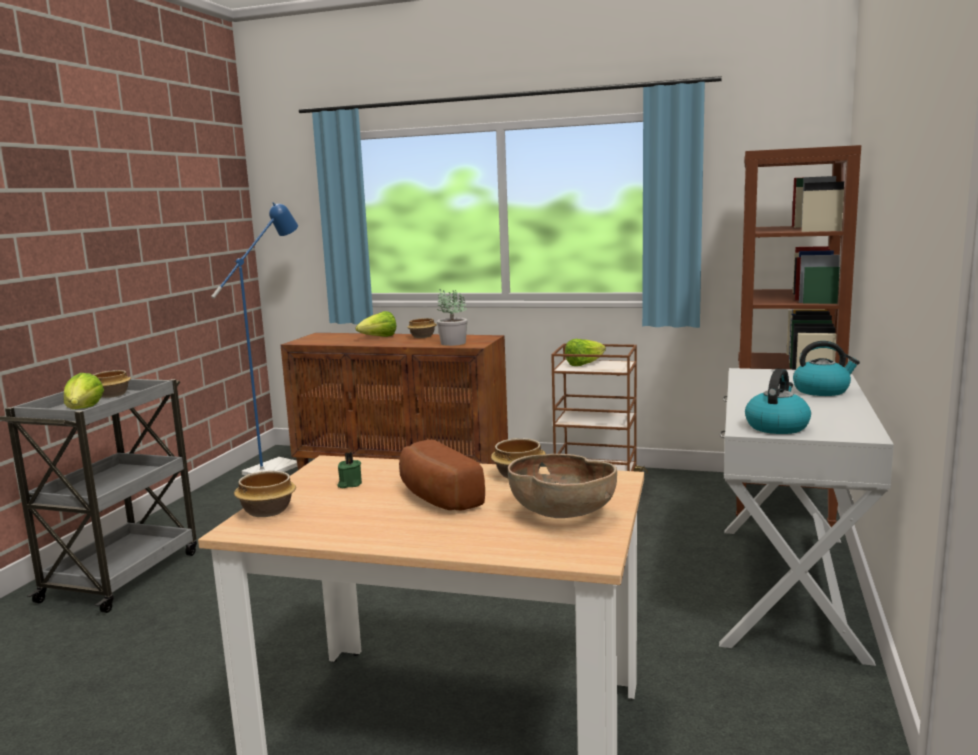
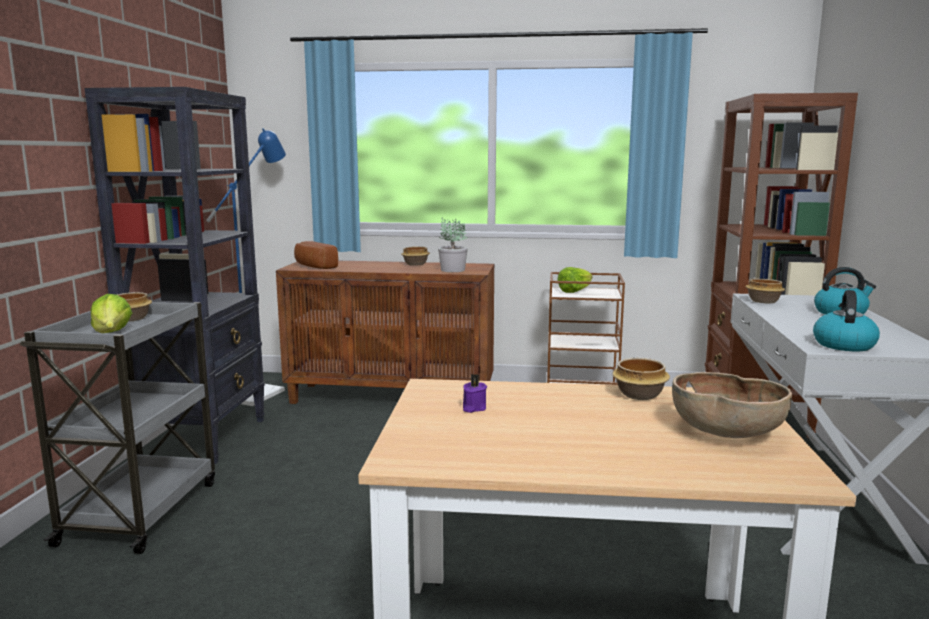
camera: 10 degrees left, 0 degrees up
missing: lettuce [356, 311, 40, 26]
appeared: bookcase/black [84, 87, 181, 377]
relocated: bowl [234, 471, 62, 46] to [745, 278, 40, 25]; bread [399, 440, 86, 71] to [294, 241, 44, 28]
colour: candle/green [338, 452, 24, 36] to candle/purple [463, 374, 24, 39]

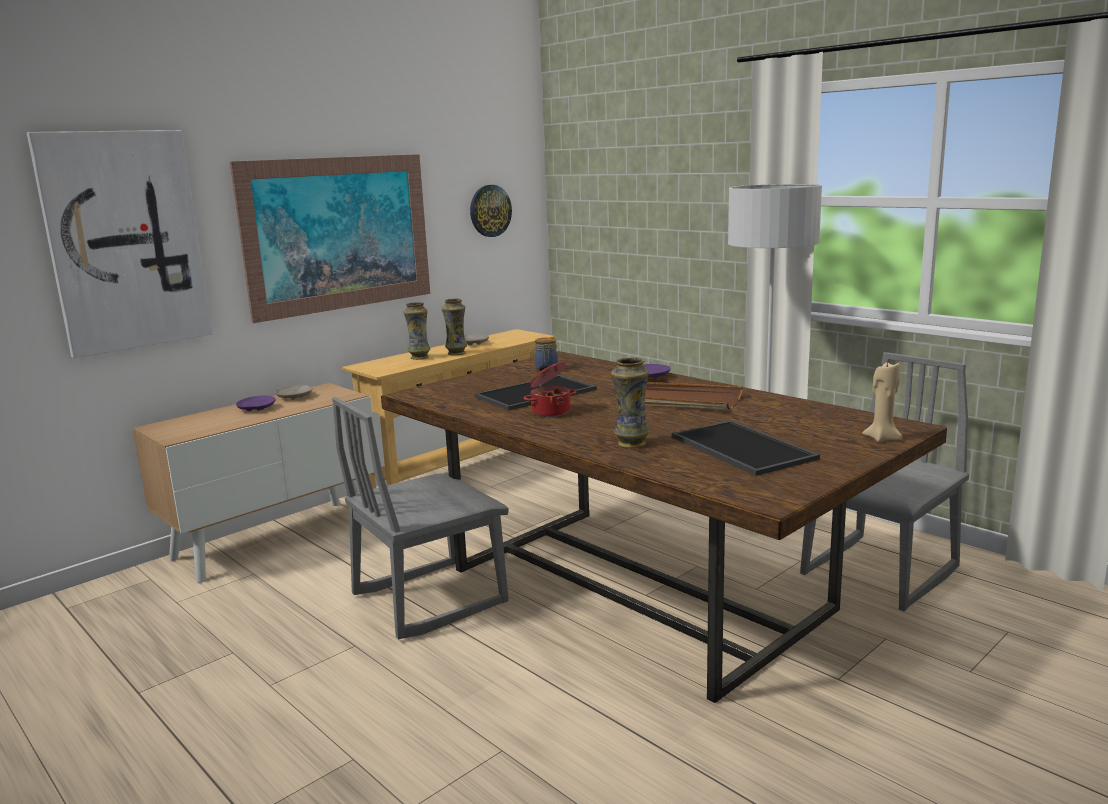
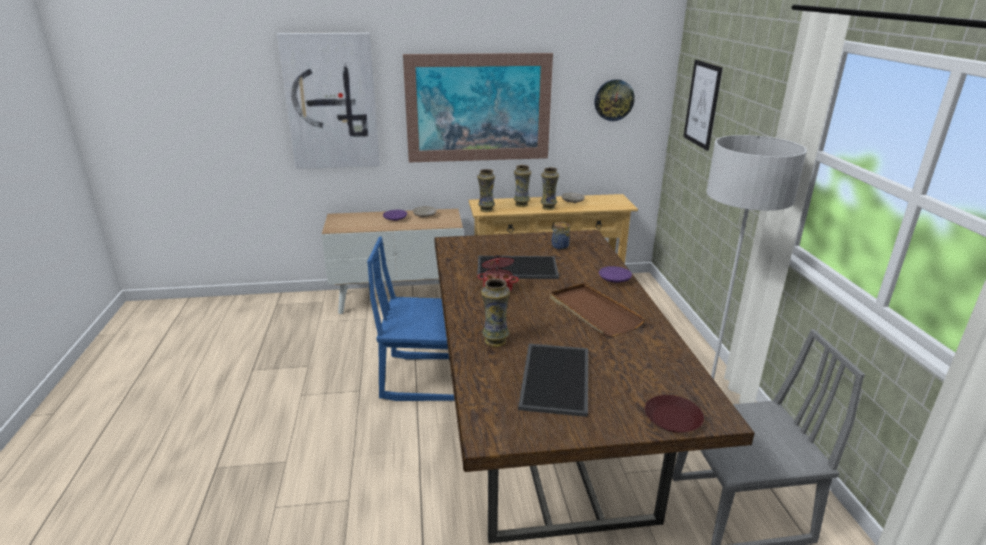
camera: 35 degrees right, 10 degrees up
appeared: vase [477, 169, 18, 43]; picture [683, 60, 40, 91]
exchanged: candle/beige [862, 360, 41, 82] to plate/brown [645, 395, 59, 38]
colour: chair/grey [332, 397, 177, 242] to chair/blue [367, 237, 88, 164]

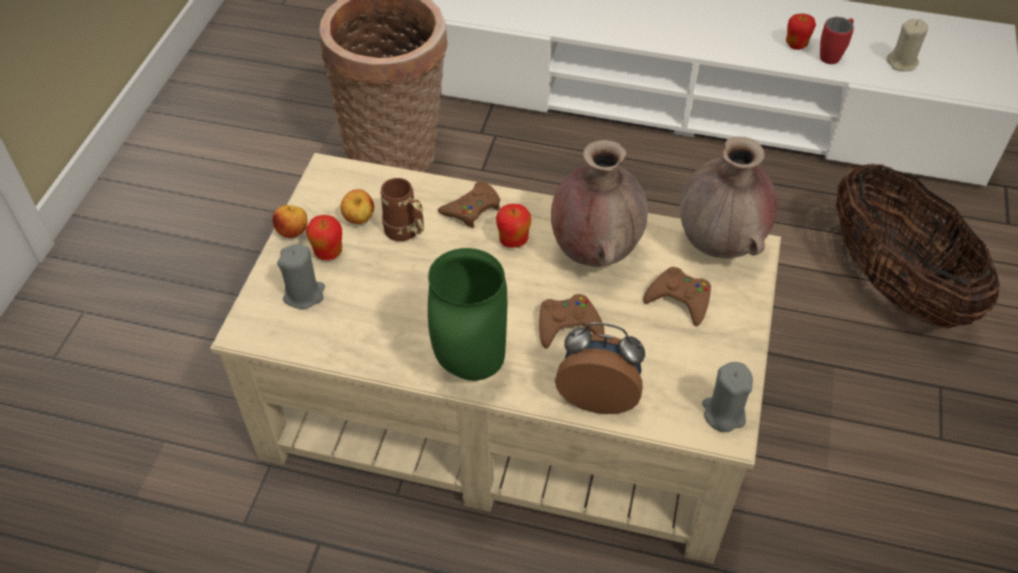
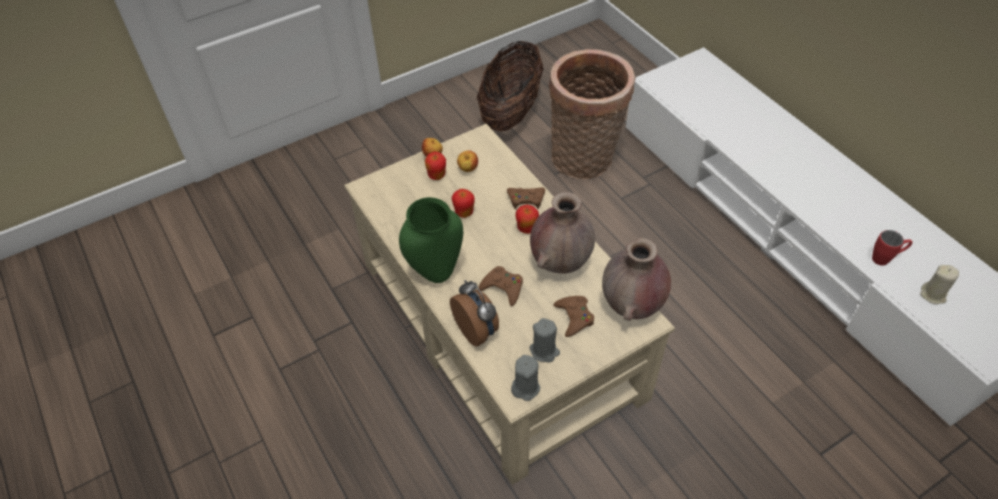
camera: 45 degrees right, 0 degrees up
missing: mug/brown [381, 178, 43, 63]
relocated: candle/grey [277, 244, 48, 65] to [530, 318, 30, 45]; apple [786, 14, 30, 36] to [452, 189, 23, 29]; basket [836, 163, 164, 166] to [477, 41, 67, 91]

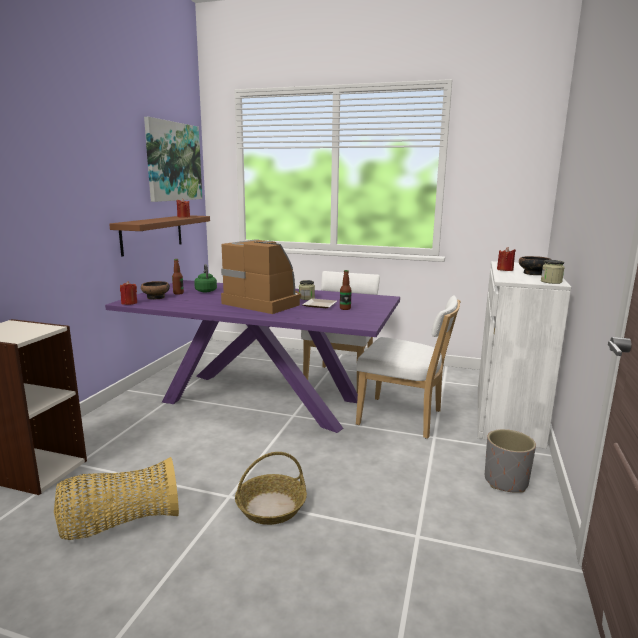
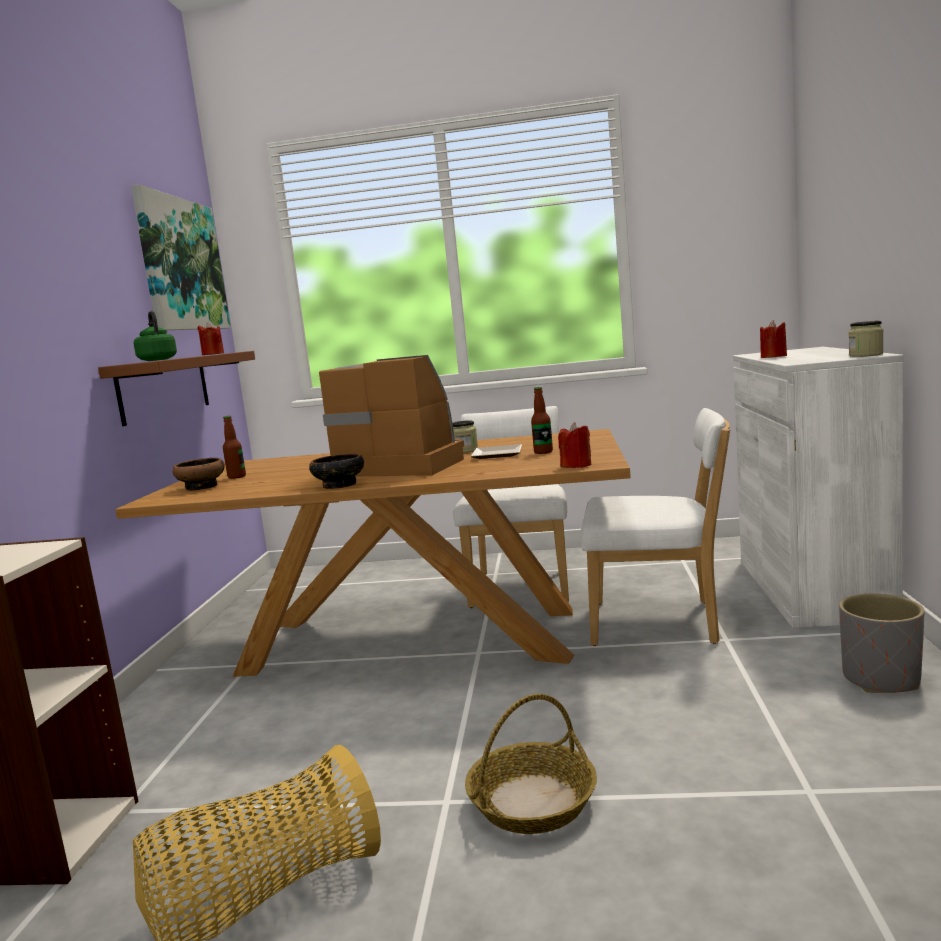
camera: 10 degrees left, 5 degrees down
relocated: candle/red [120, 281, 17, 24] to [558, 422, 33, 46]; kettle/green [194, 264, 23, 28] to [134, 311, 43, 50]; bowl [519, 256, 32, 19] to [309, 453, 55, 36]
colour: dining table/purple [105, 280, 295, 153] to dining table/brown [115, 429, 516, 248]

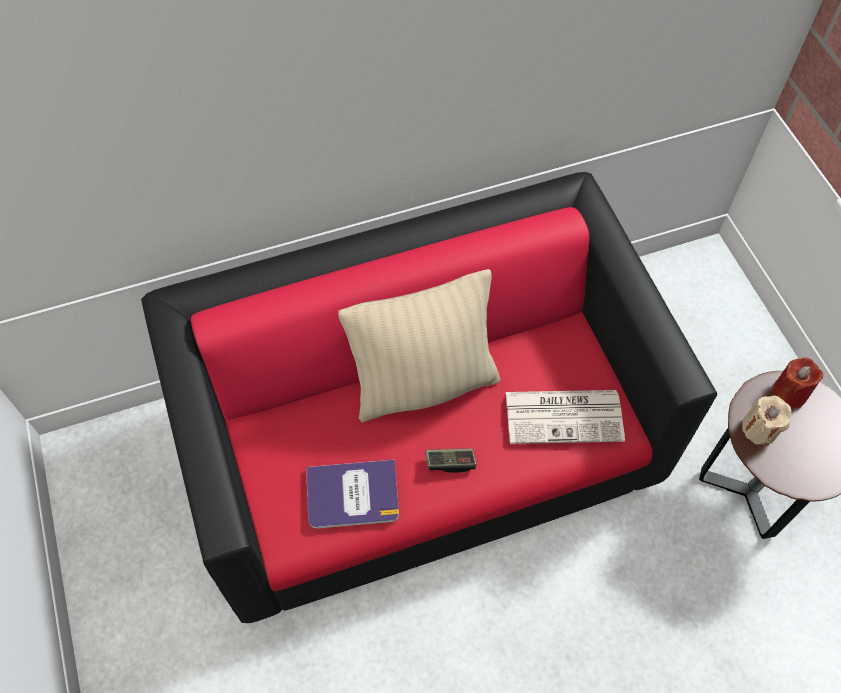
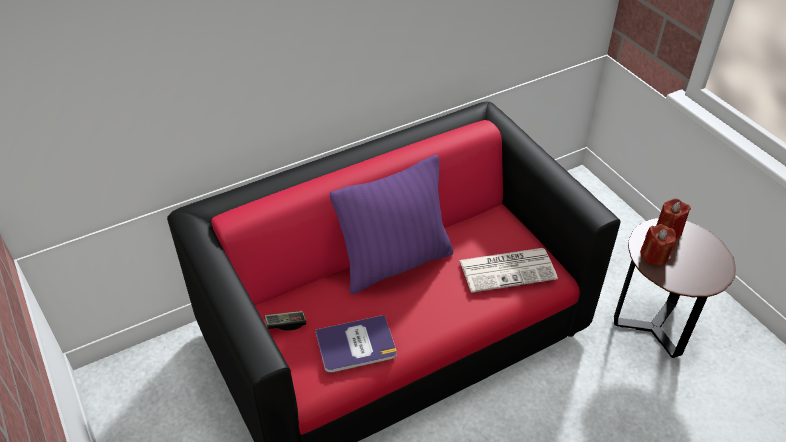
camera: 10 degrees left, 15 degrees down
relocated: game controller [425, 448, 51, 25] to [265, 311, 41, 20]
colour: pillow/beige [338, 269, 162, 154] to pillow/purple [330, 155, 124, 139]; candle/beige [742, 396, 50, 50] to candle/red [640, 224, 36, 42]

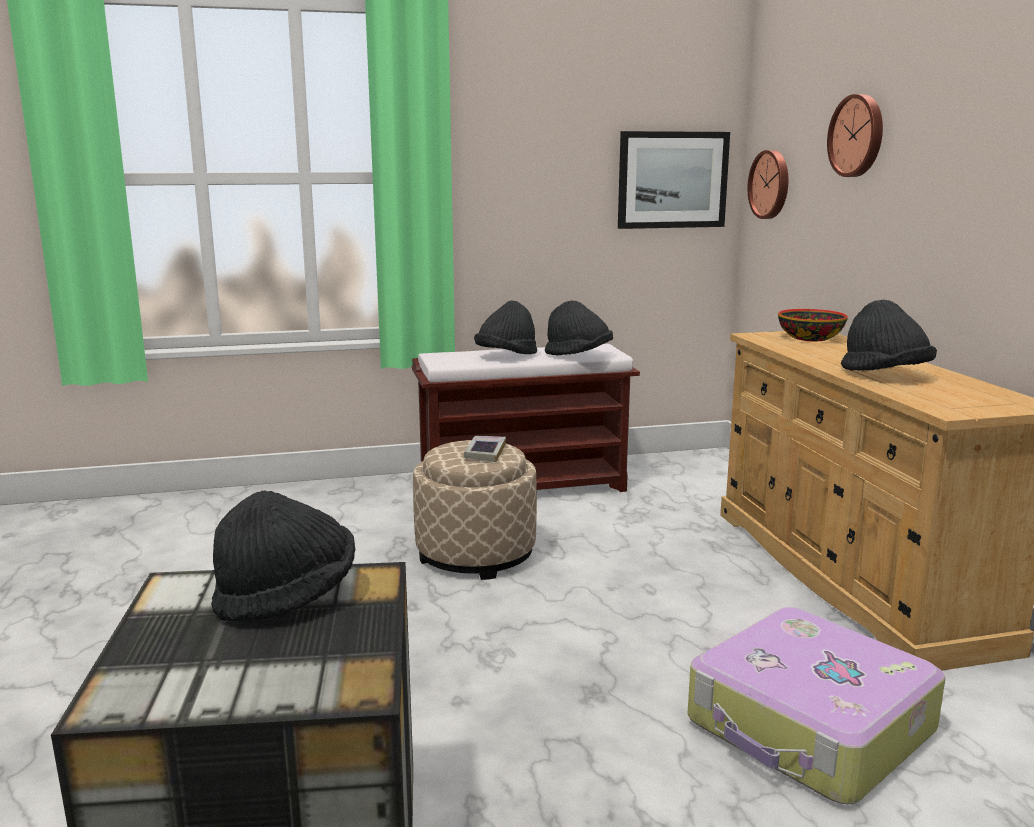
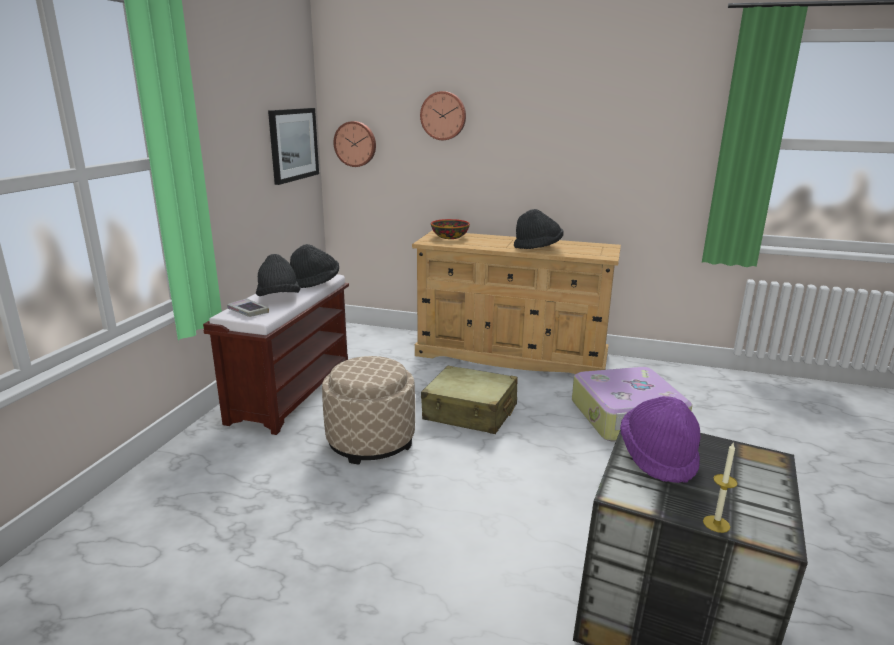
camera: 60 degrees left, 5 degrees up
appeared: suitcase/beige [421, 365, 97, 69]; candle [703, 442, 35, 91]
relocated: book [464, 436, 42, 26] to [227, 298, 42, 19]
colour: hat/black [211, 491, 144, 130] to hat/purple [620, 396, 80, 87]

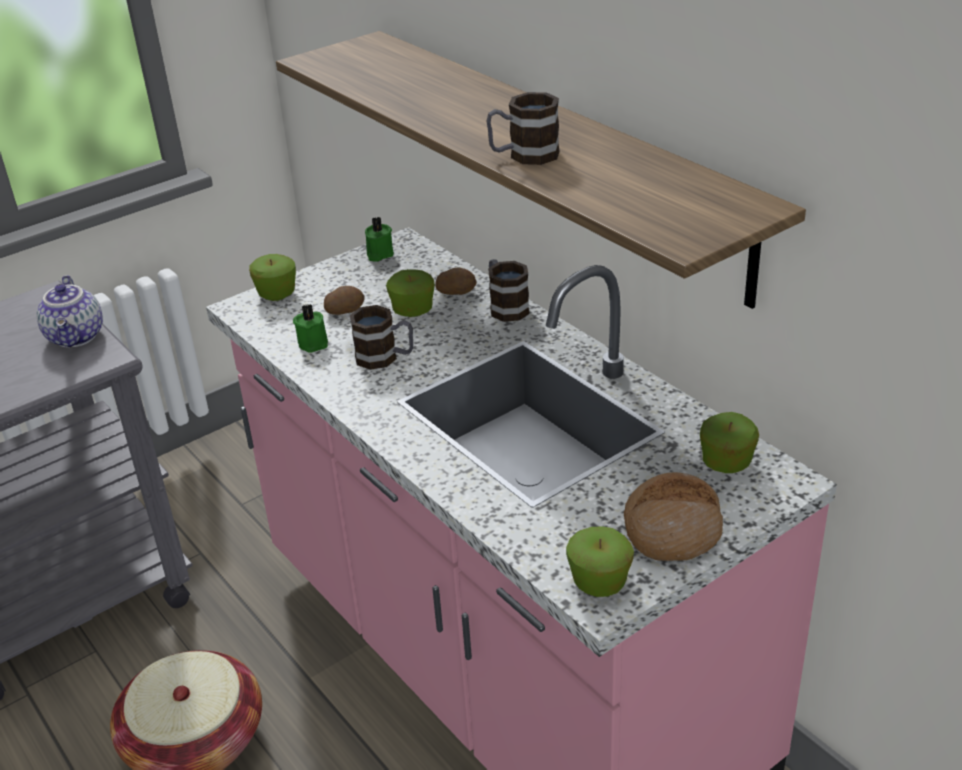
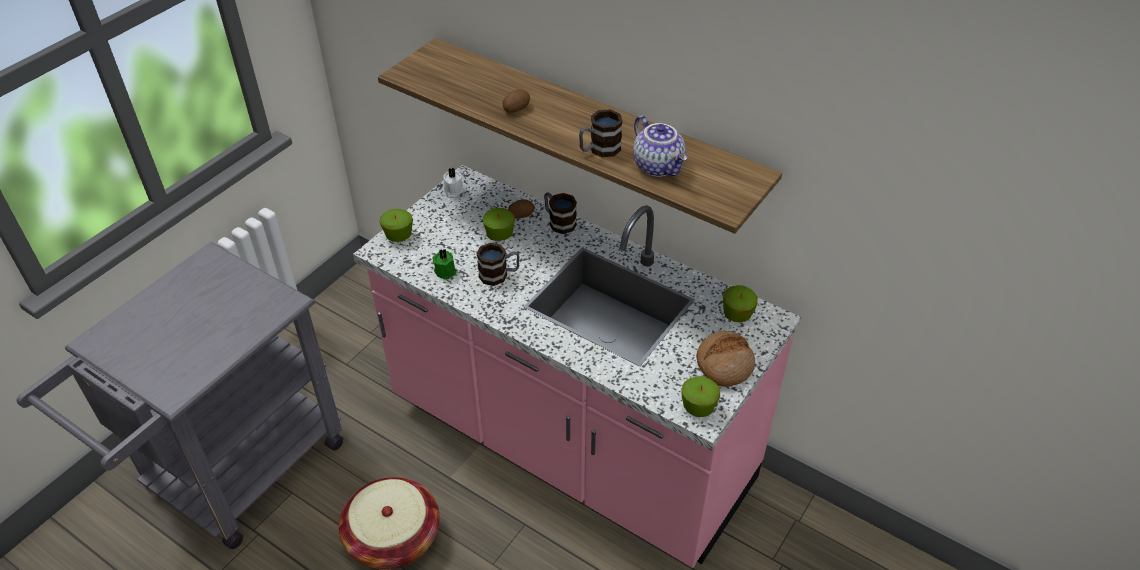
camera: 20 degrees left, 10 degrees up
relocated: teapot [36, 275, 67, 73] to [633, 115, 54, 62]; potato [324, 286, 41, 29] to [503, 89, 27, 24]
colour: candle/green [365, 217, 29, 45] to candle/white [443, 168, 21, 30]

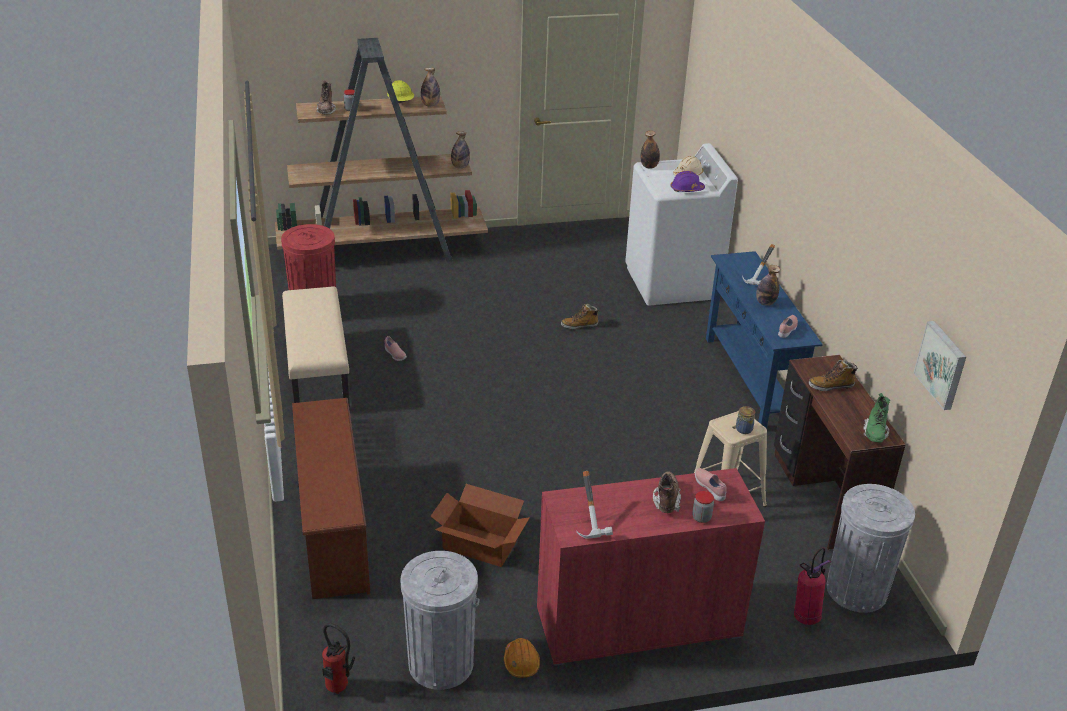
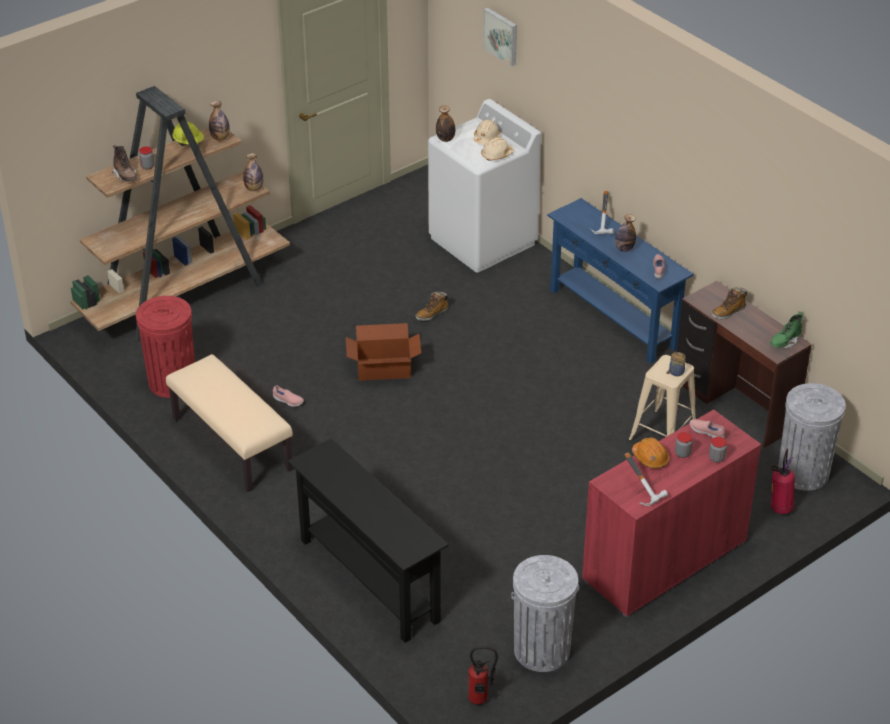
camera: 25 degrees left, 5 degrees up
relocated: cardboard box [431, 484, 99, 83] to [346, 323, 75, 58]; hard hat/orange [504, 638, 36, 40] to [632, 437, 37, 32]; picture [914, 321, 52, 89] to [483, 8, 34, 59]
exchanged: shoe rack/brown [292, 398, 78, 201] to console table/black [288, 438, 161, 205]; boot/brown [653, 472, 28, 41] to jar [675, 432, 17, 26]
colour: hard hat/purple [671, 171, 34, 21] to hard hat/beige [481, 137, 33, 24]
spun: boot/green [863, 393, 27, 49] = [770, 312, 34, 37] 60 degrees clockwise

